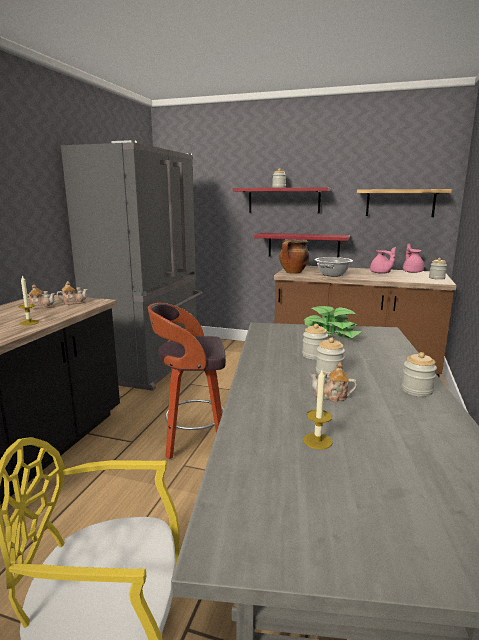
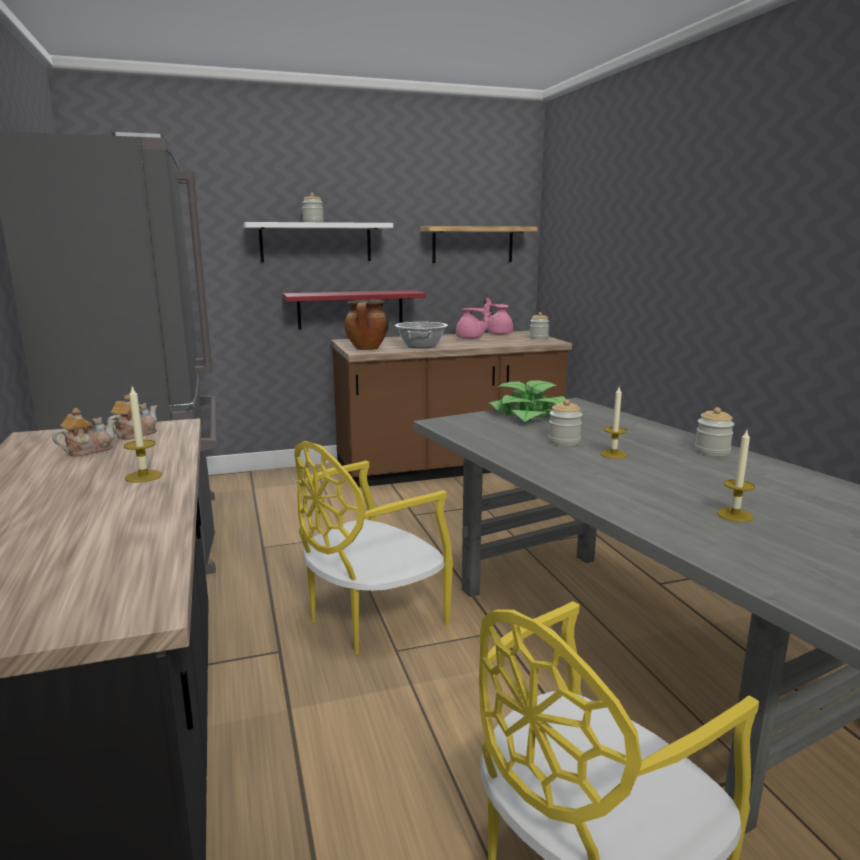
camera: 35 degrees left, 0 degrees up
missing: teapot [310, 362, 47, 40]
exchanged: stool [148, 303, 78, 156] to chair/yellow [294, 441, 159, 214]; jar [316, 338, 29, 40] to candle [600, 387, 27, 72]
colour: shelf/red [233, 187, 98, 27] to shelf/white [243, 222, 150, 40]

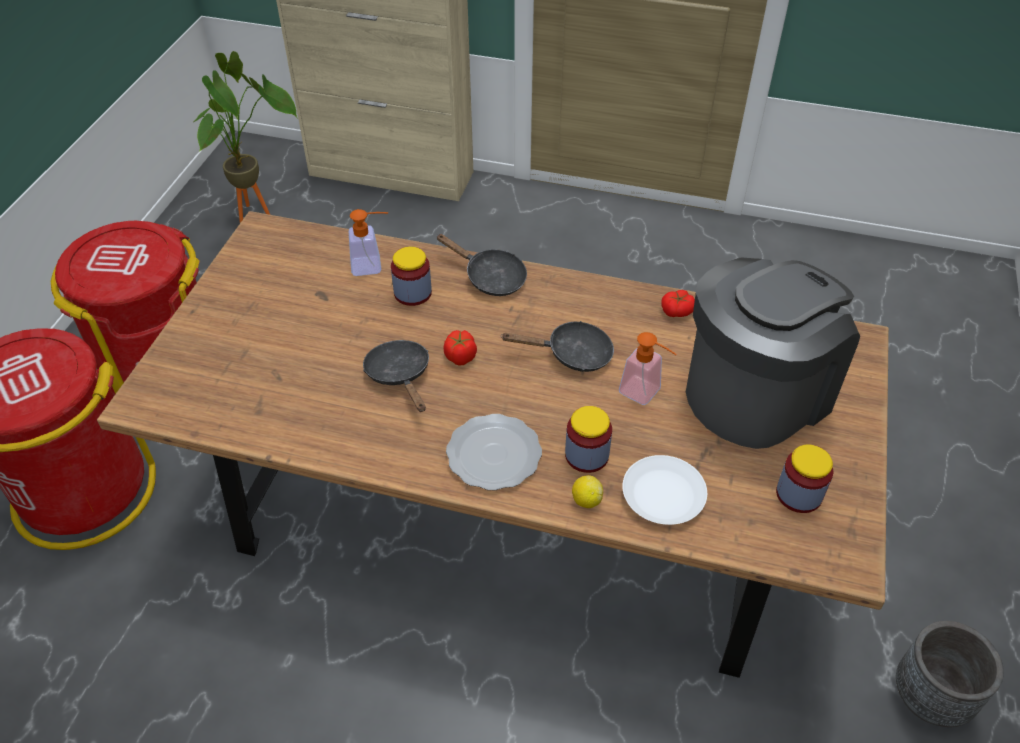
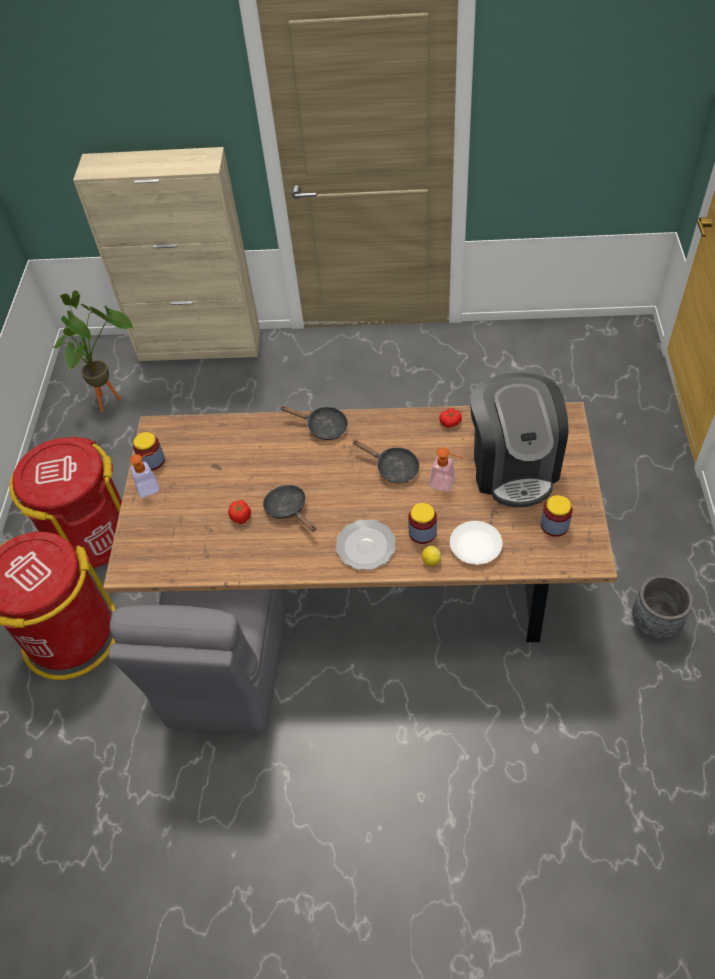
camera: 10 degrees left, 5 degrees up
appeared: chair/grey [108, 589, 178, 146]
relocated: soap dispenser [348, 209, 40, 67] to [130, 452, 30, 46]; jar [391, 247, 41, 59] to [133, 432, 32, 38]; tomato [443, 330, 34, 36] to [228, 500, 23, 24]
spun: frying pan/black [502, 321, 112, 51] = [352, 440, 67, 44] 45 degrees clockwise; coffee machine [686, 257, 174, 192] = [470, 373, 98, 134] 135 degrees clockwise

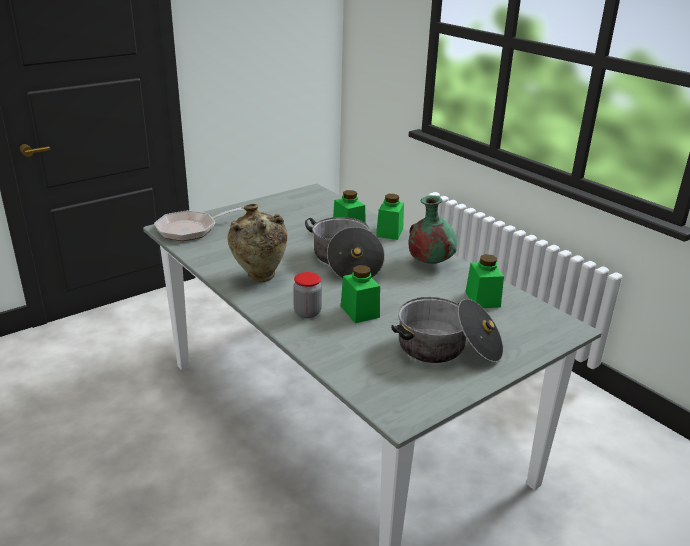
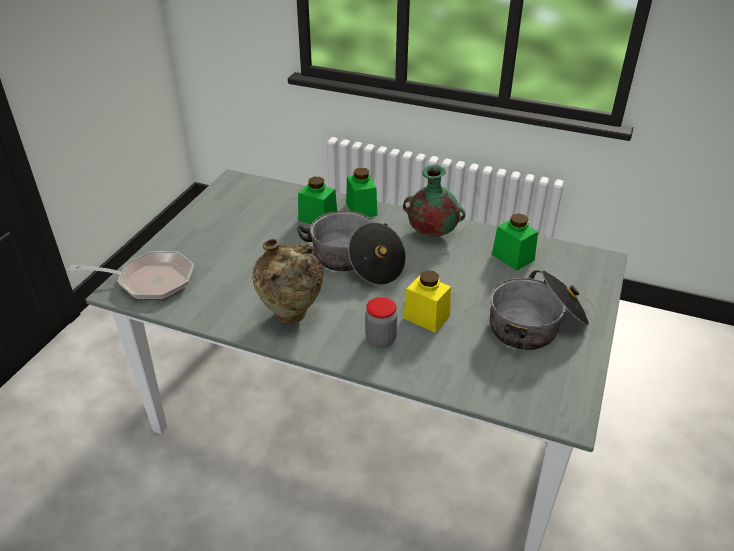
camera: 30 degrees left, 10 degrees up
colour: jar/green [341, 265, 39, 58] to jar/yellow [403, 270, 48, 62]
spun: frying pan [154, 207, 91, 34] = [68, 251, 126, 49] 120 degrees counterclockwise

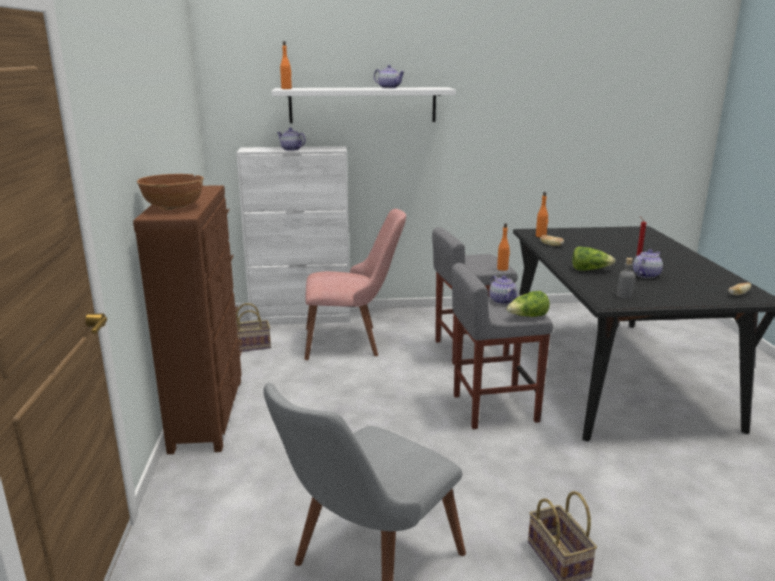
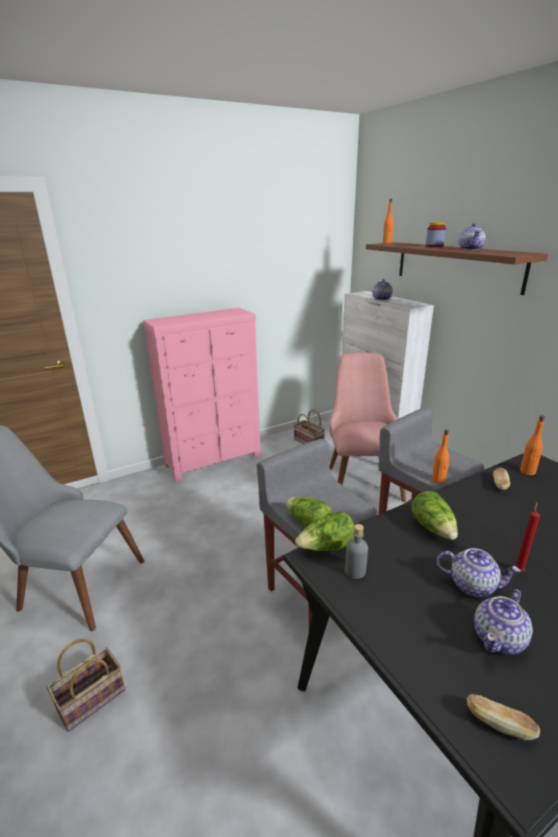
camera: 65 degrees right, 5 degrees up
missing: bowl/brown [137, 174, 67, 36]
appeared: lettuce [295, 512, 59, 39]; jar [426, 222, 20, 25]
relocated: teapot [489, 276, 28, 29] to [474, 589, 59, 65]
colour: dresser/brown [133, 185, 109, 269] to dresser/pink [143, 308, 118, 173]; shelf/white [271, 87, 185, 36] to shelf/brown [366, 242, 182, 53]
spun: chair/pink [304, 209, 102, 151] = [330, 352, 76, 150] 150 degrees counterclockwise

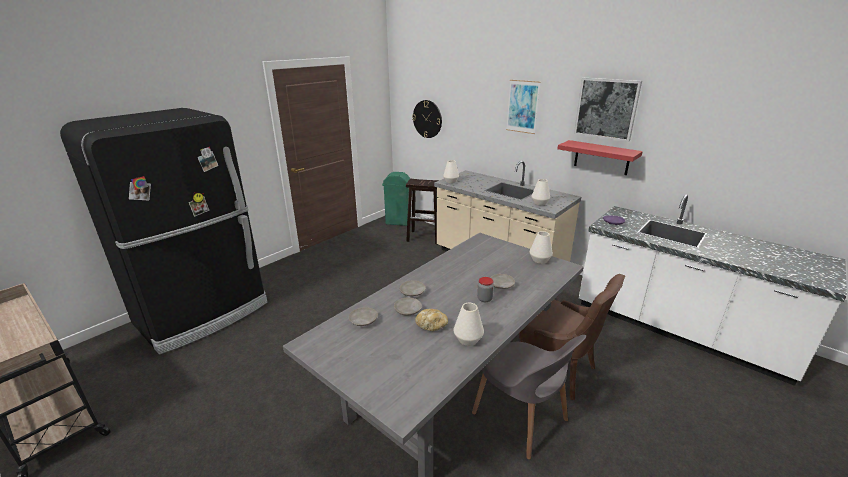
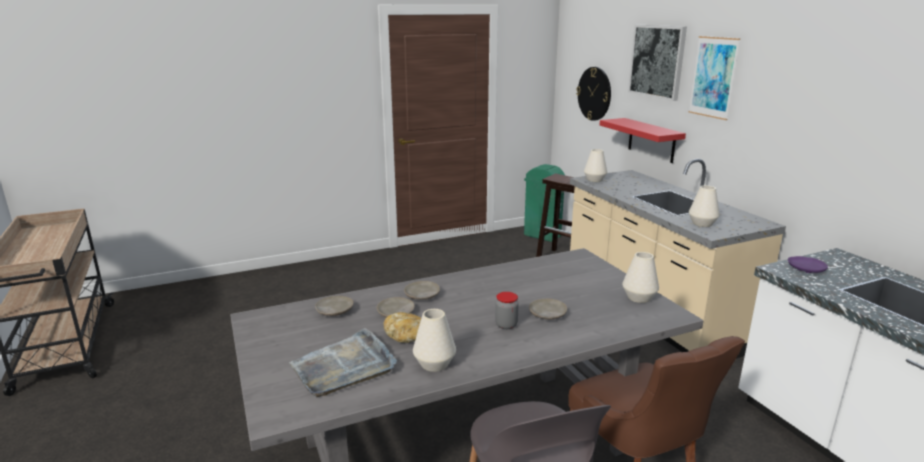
camera: 25 degrees right, 5 degrees down
missing: fridge/black [60, 108, 207, 247]
appeared: tray/grey [289, 328, 108, 70]
relocated: shelf/red [558, 140, 85, 35] to [600, 118, 86, 45]; picture [574, 78, 68, 64] to [628, 25, 59, 76]

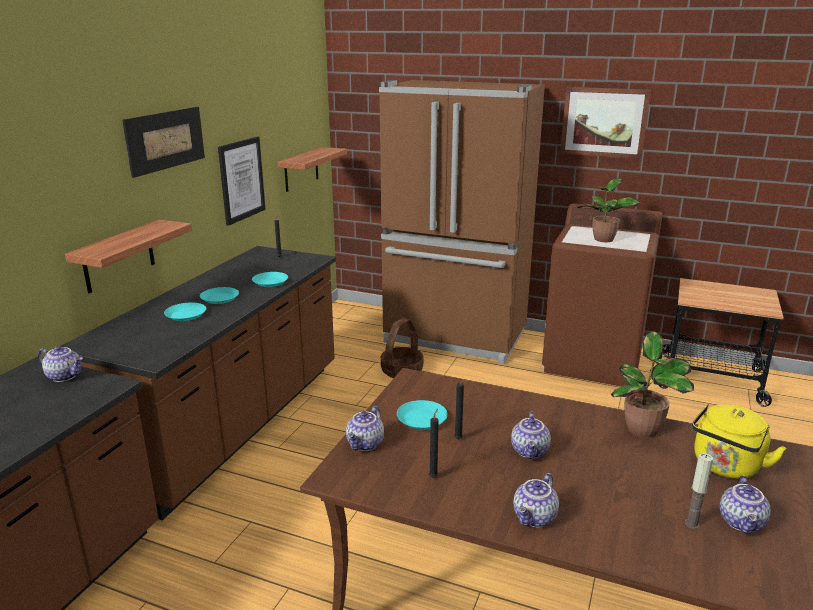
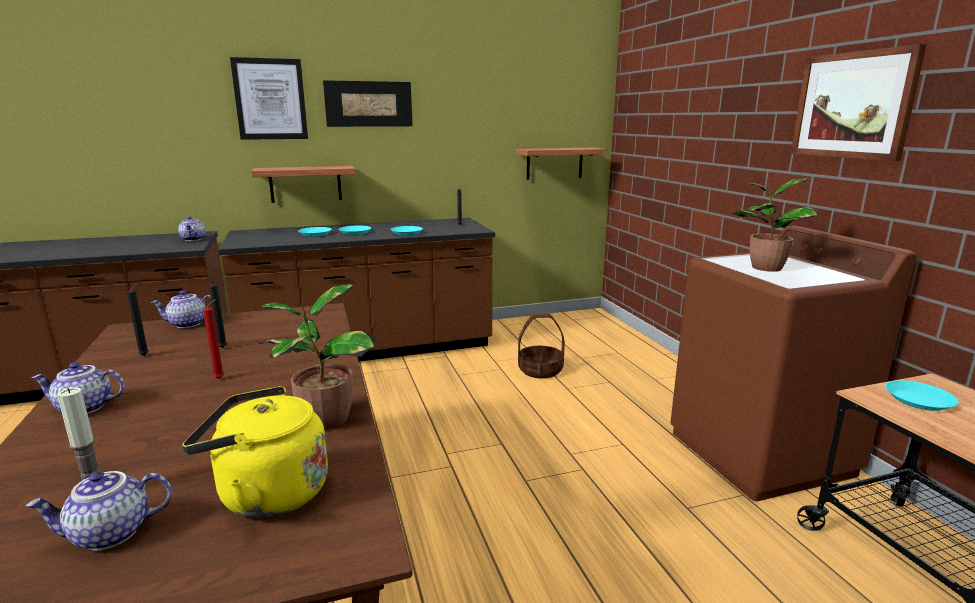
camera: 50 degrees right, 5 degrees down
missing: fridge/brown [379, 80, 166, 284]
relocated: picture [218, 137, 47, 89] to [230, 57, 78, 83]; plate/turquoise [397, 400, 51, 30] to [886, 380, 73, 31]
exchanged: teapot [511, 411, 40, 48] to candle/red [203, 299, 21, 80]

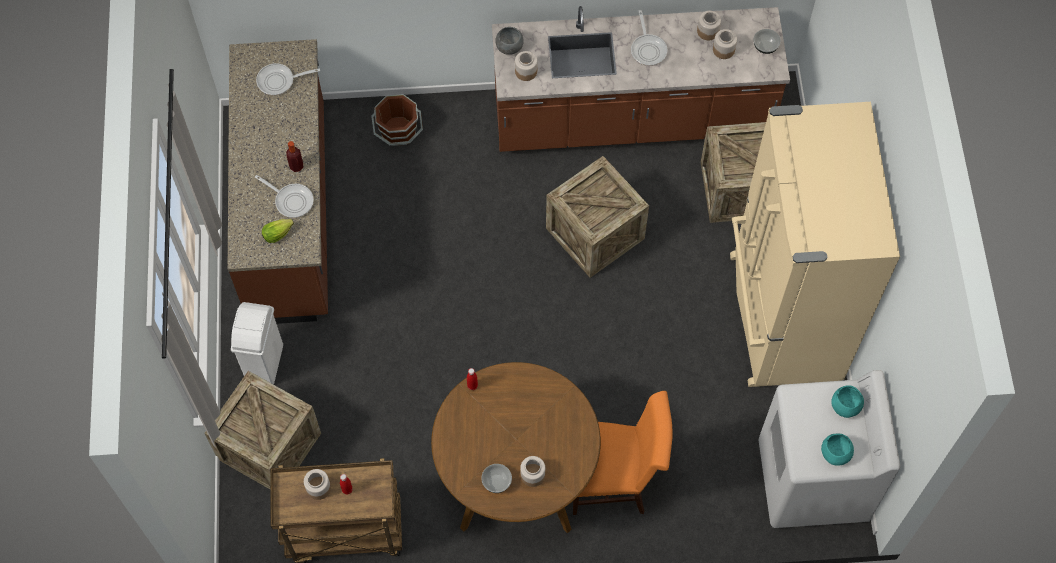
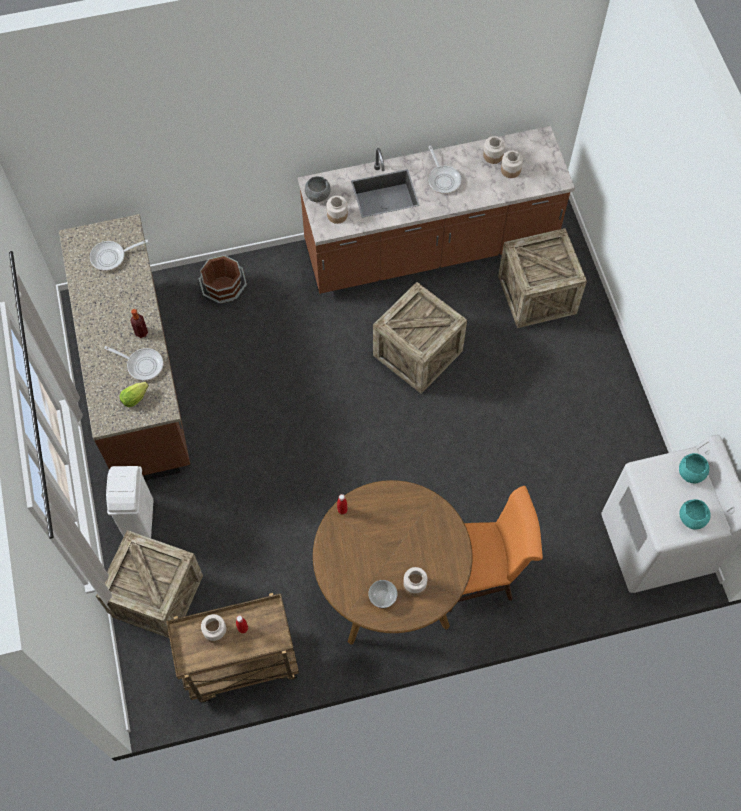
camera: 10 degrees left, 0 degrees up
missing: fridge/beige [730, 102, 170, 285]; bowl [753, 29, 28, 25]

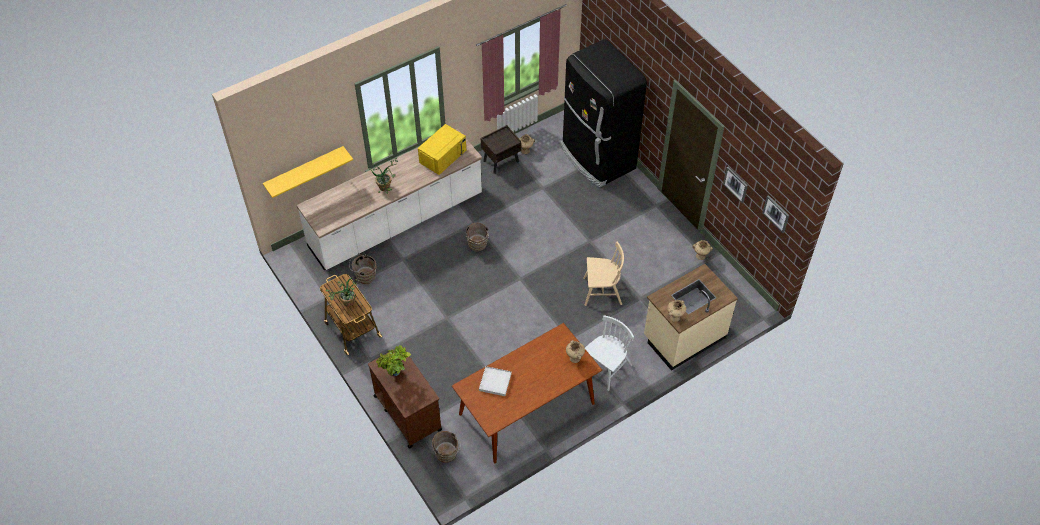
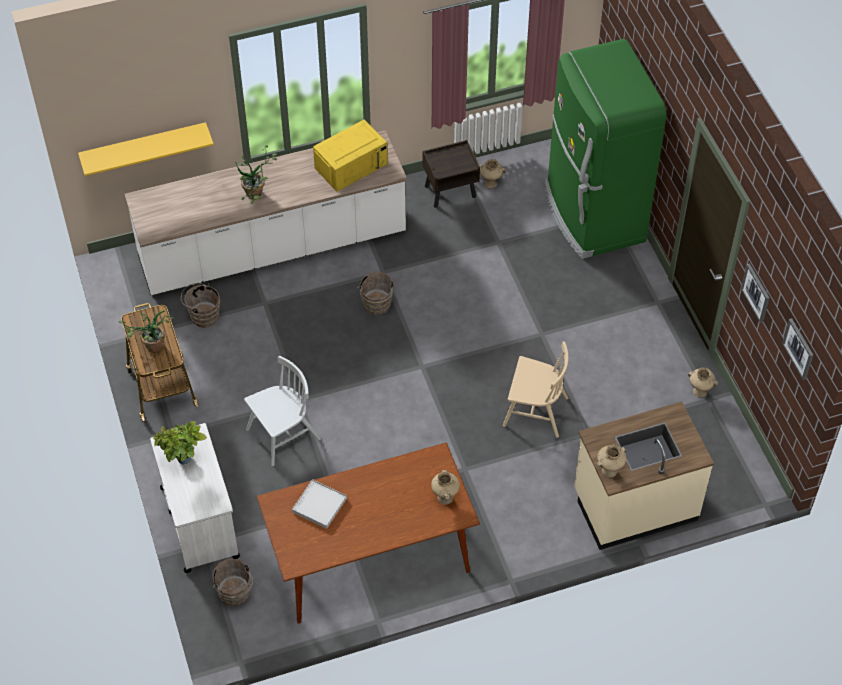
camera: 15 degrees right, 0 degrees up
relocated: chair/white [585, 315, 49, 76] to [244, 356, 77, 110]
colour: cart/brown [368, 347, 74, 101] to cart/white [150, 423, 90, 150]; fridge/black [560, 39, 87, 148] to fridge/green [544, 39, 123, 220]

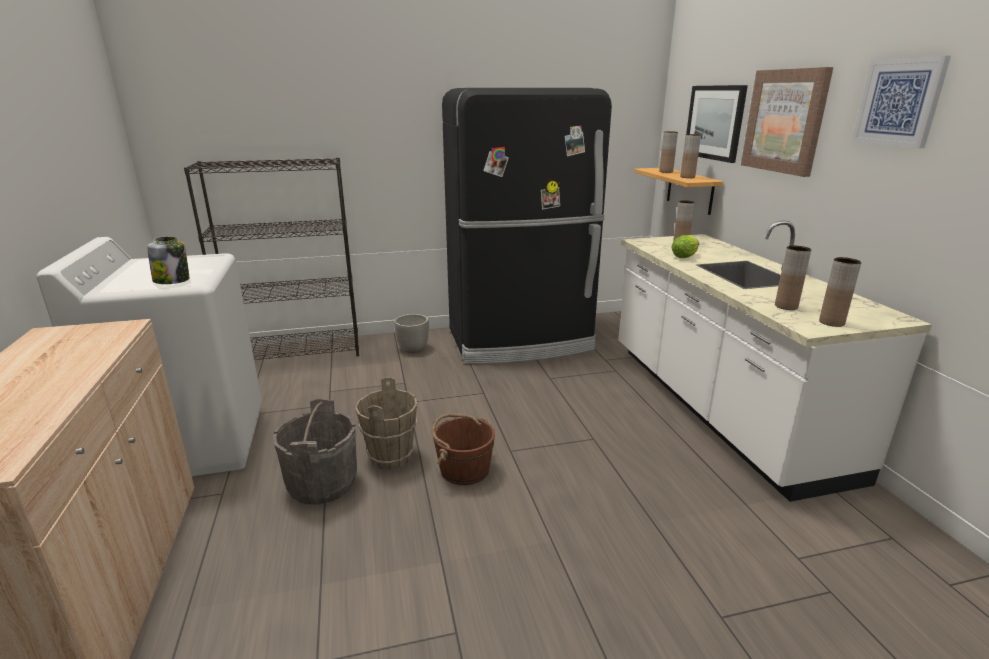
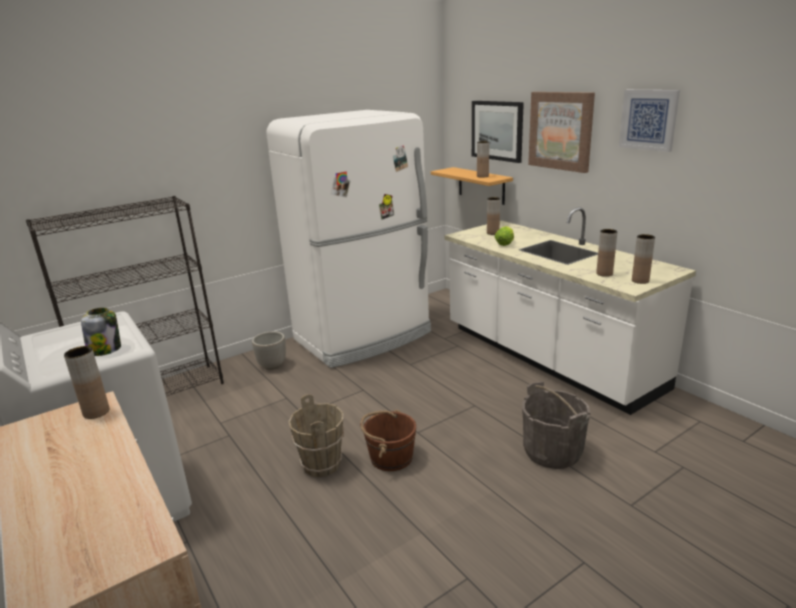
camera: 20 degrees left, 0 degrees up
relocated: bucket/grey [272, 399, 85, 106] to [522, 382, 68, 87]; vase/brown [659, 131, 19, 42] to [64, 346, 46, 73]
colour: fridge/black [442, 88, 170, 276] to fridge/white [266, 110, 165, 258]

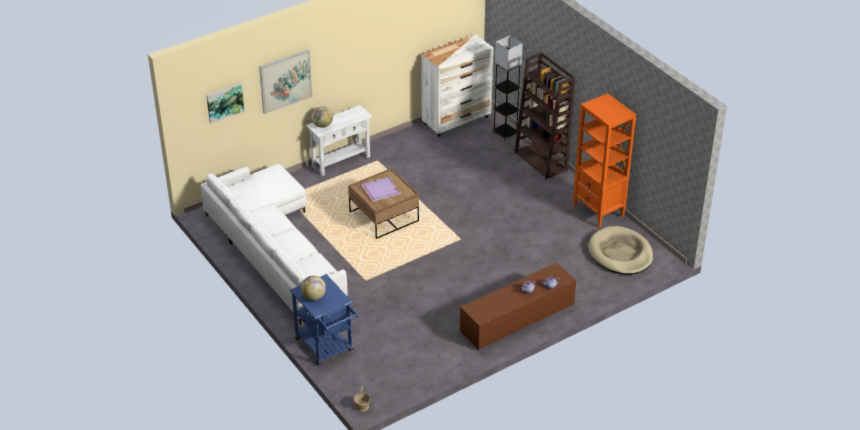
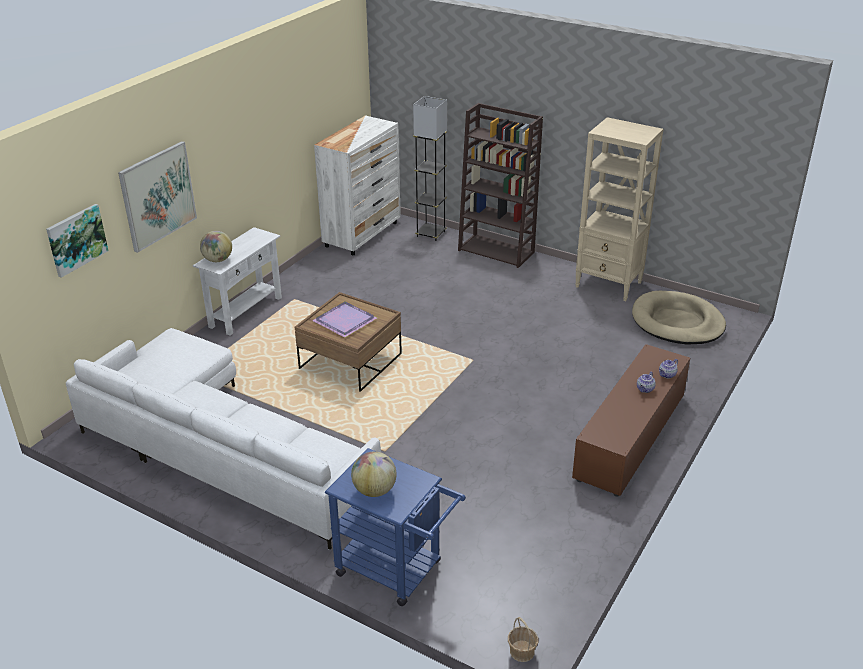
camera: 25 degrees left, 5 degrees down
colour: bookcase/orange [573, 93, 63, 135] to bookcase/beige [575, 117, 88, 184]

